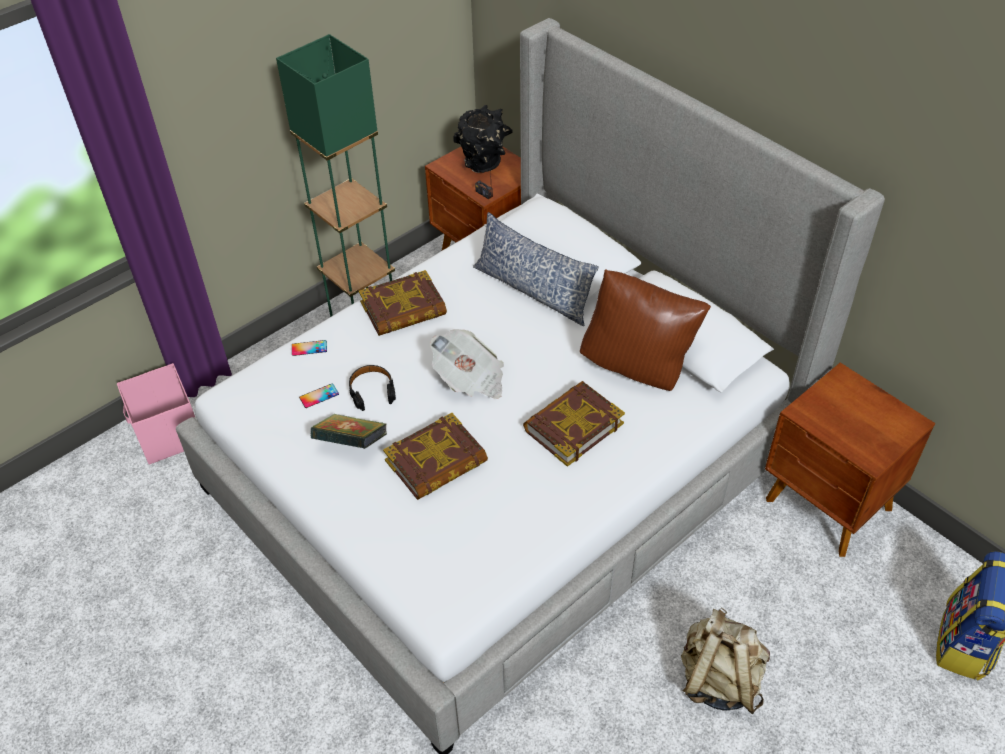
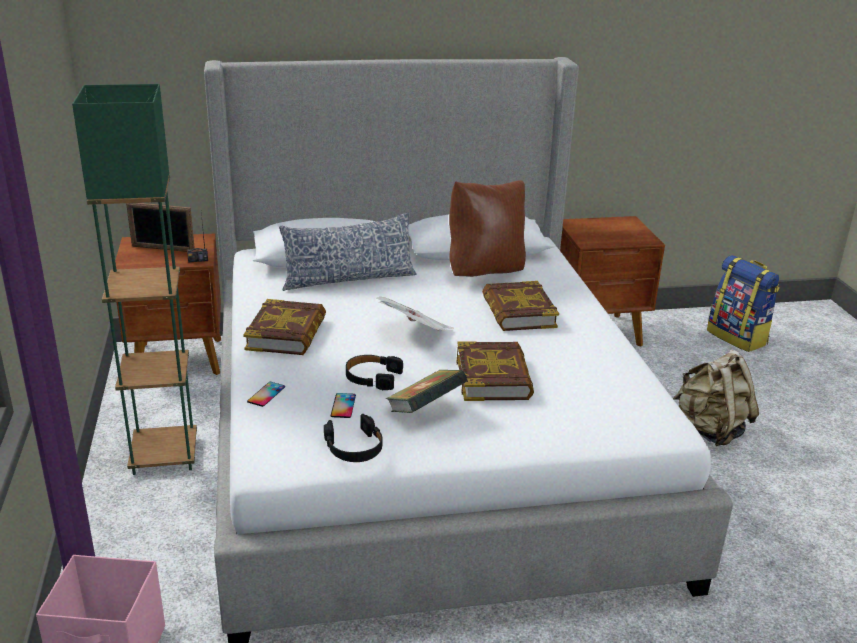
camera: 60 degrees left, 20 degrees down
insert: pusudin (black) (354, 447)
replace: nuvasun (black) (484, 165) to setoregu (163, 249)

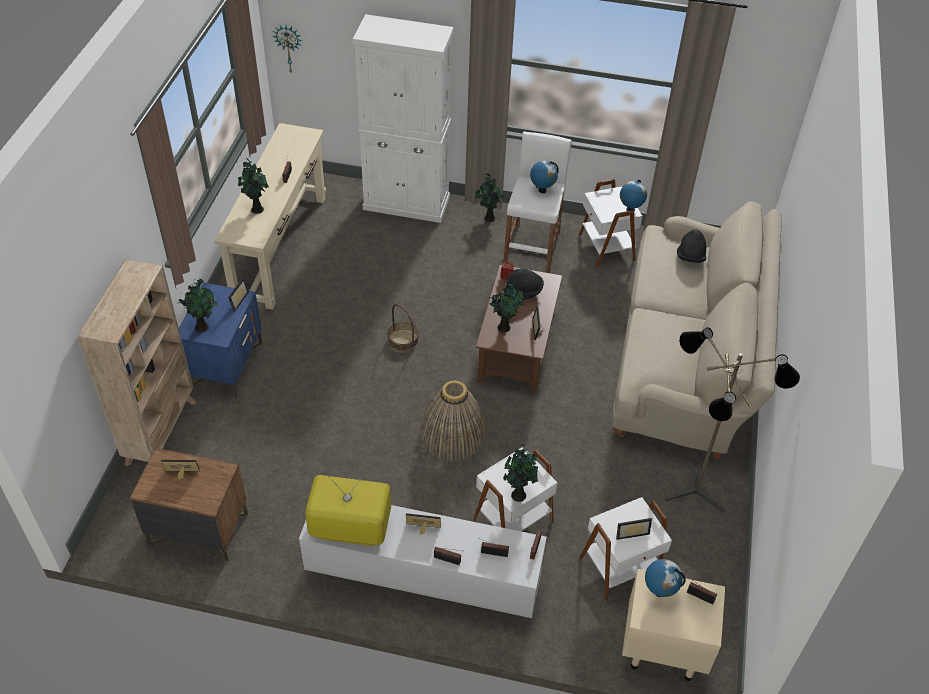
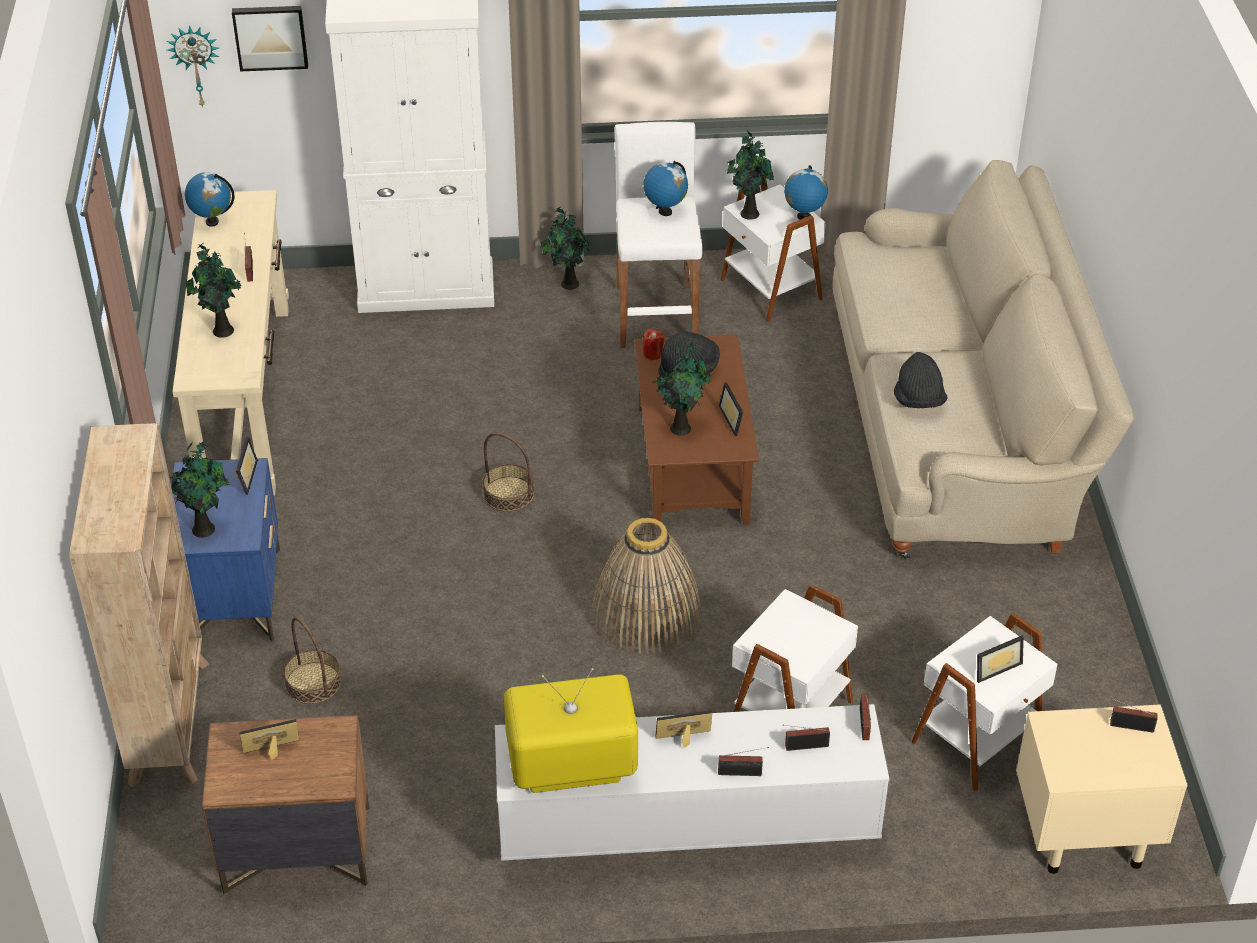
camera: 15 degrees left, 5 degrees down
delete: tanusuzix (692, 497)
insert: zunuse (270, 36); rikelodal (313, 683)
move: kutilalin (518, 494) to (748, 213); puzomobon (659, 591) to (212, 221); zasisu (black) (690, 257) to (918, 400)

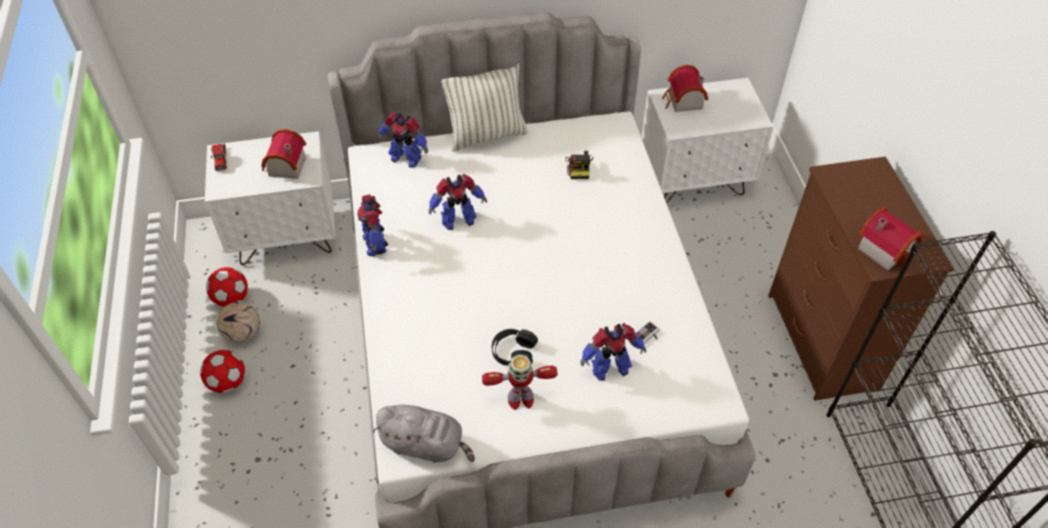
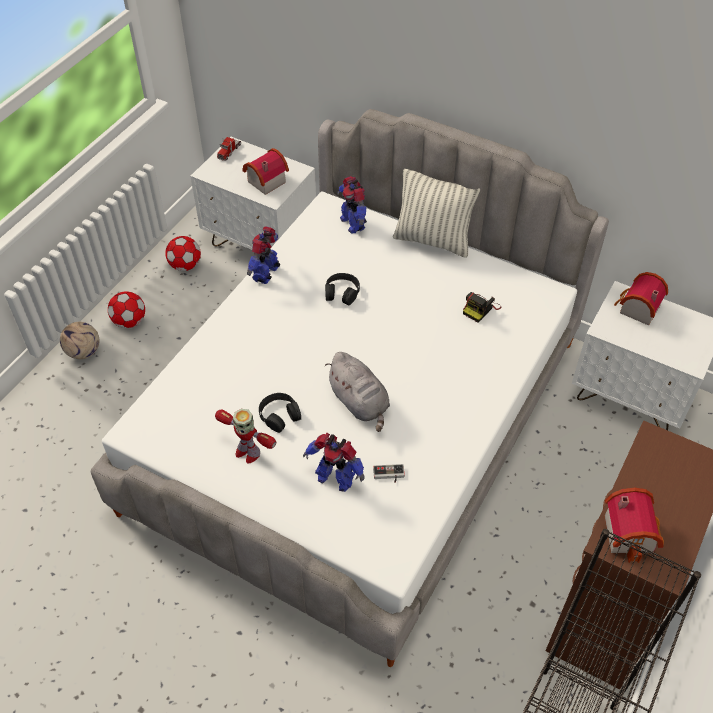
camera: 40 degrees right, 0 degrees up
move: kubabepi (242, 333) to (83, 351); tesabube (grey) (425, 444) to (360, 403)
replace: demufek (458, 220) to pusudin (black) (342, 292)

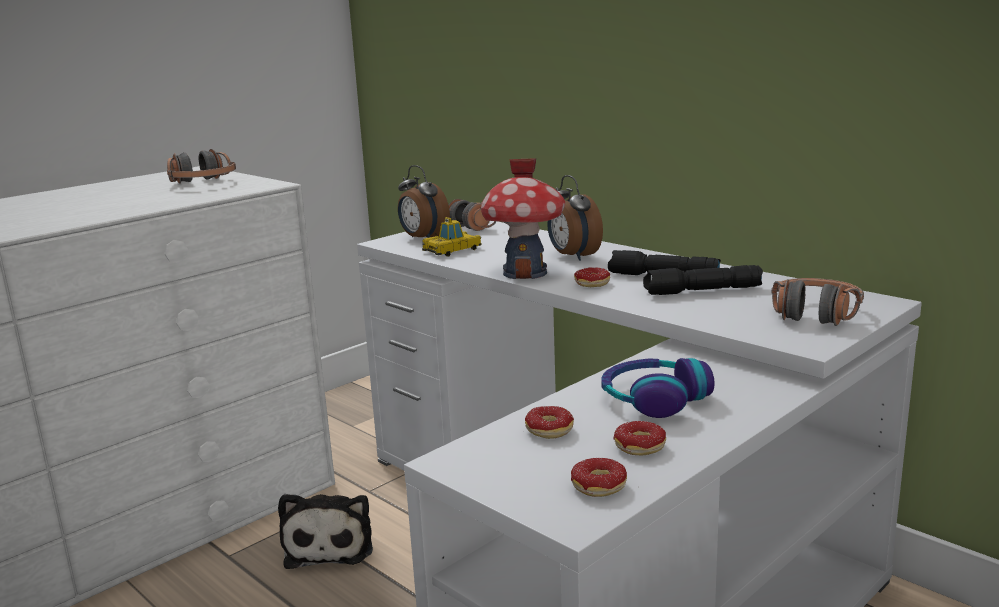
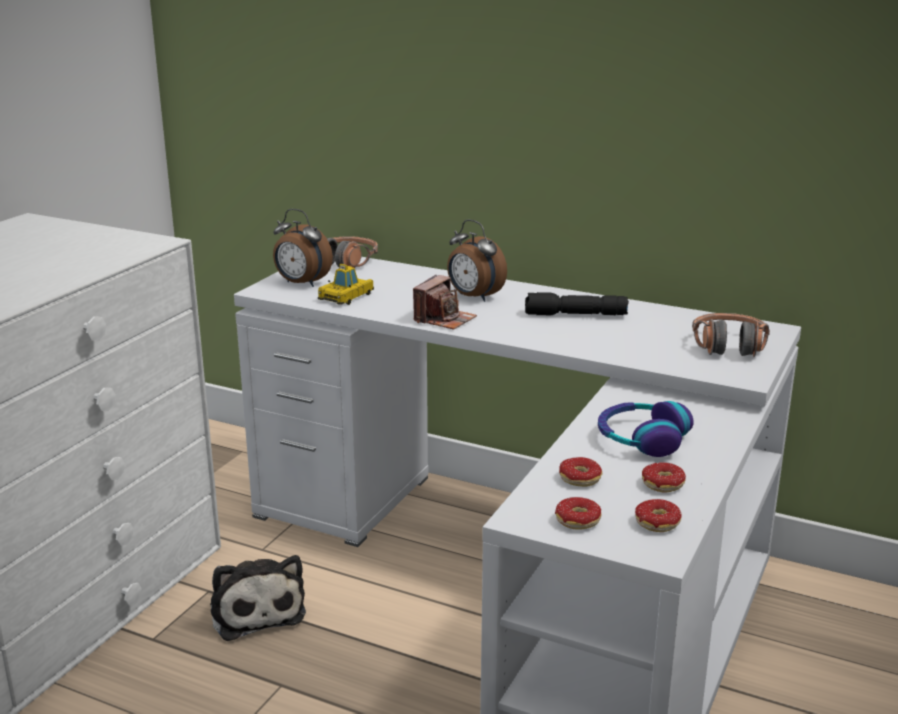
camera: 20 degrees left, 5 degrees up
delete: pusudin (202, 183); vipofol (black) (701, 291)
move: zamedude (590, 285) to (578, 525)
replace: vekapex (525, 272) to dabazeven (444, 319)

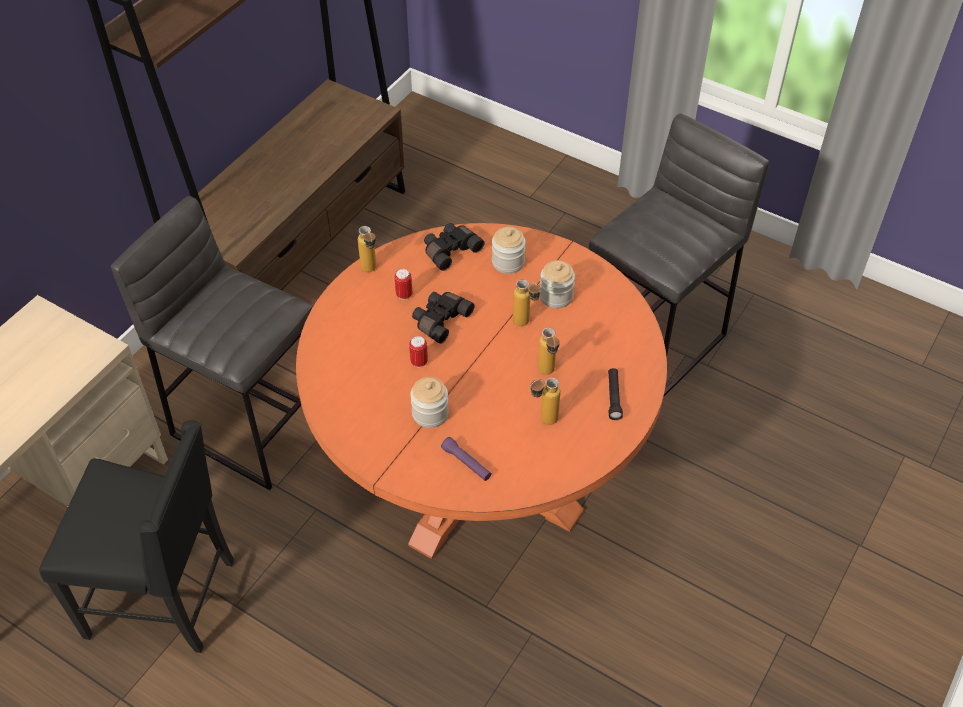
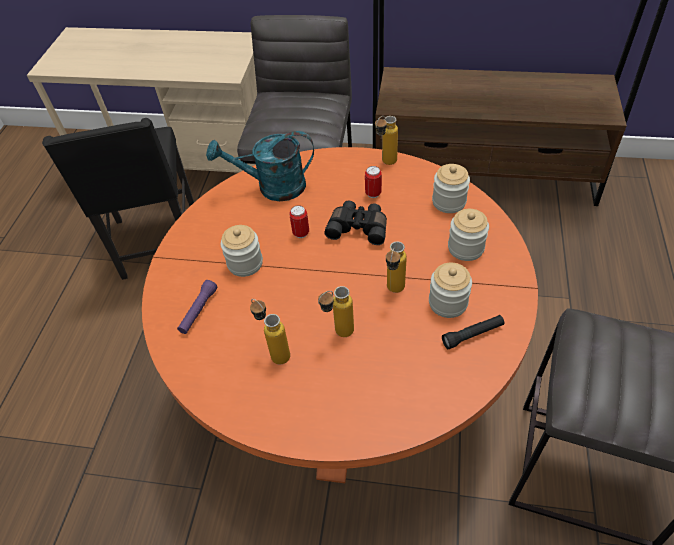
camera: 70 degrees right, 0 degrees up
insert: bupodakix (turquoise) (272, 187)
move: vipofol (black) (613, 397) to (472, 335)
replace: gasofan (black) (450, 250) to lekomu (449, 202)

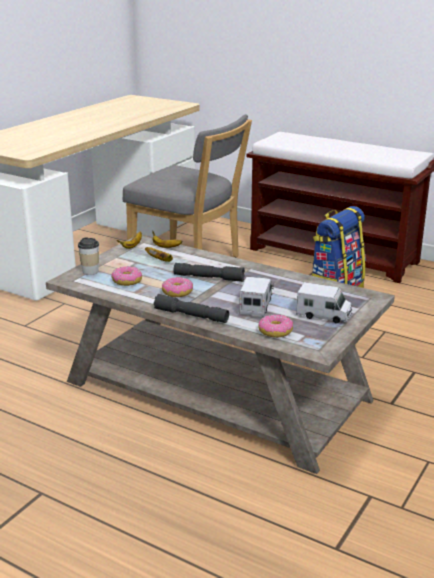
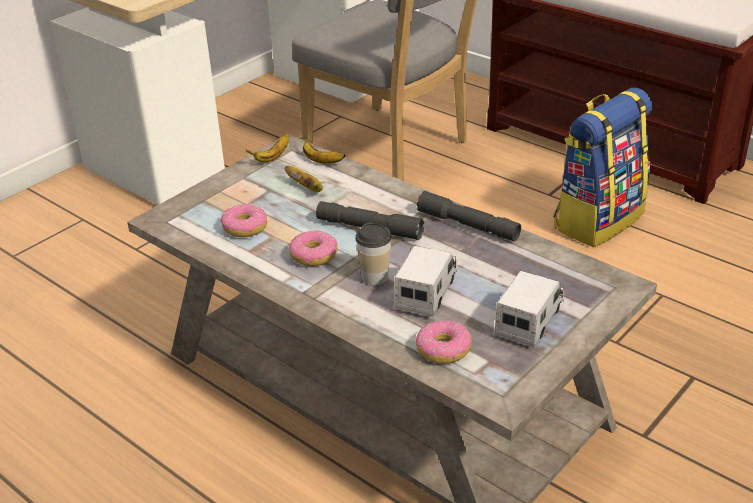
camera: 10 degrees right, 10 degrees up
move: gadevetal (90, 271) to (375, 277); vipofol (grey) (191, 315) to (468, 225)
rotate: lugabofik (324, 315) = (530, 320) 90 degrees counterclockwise

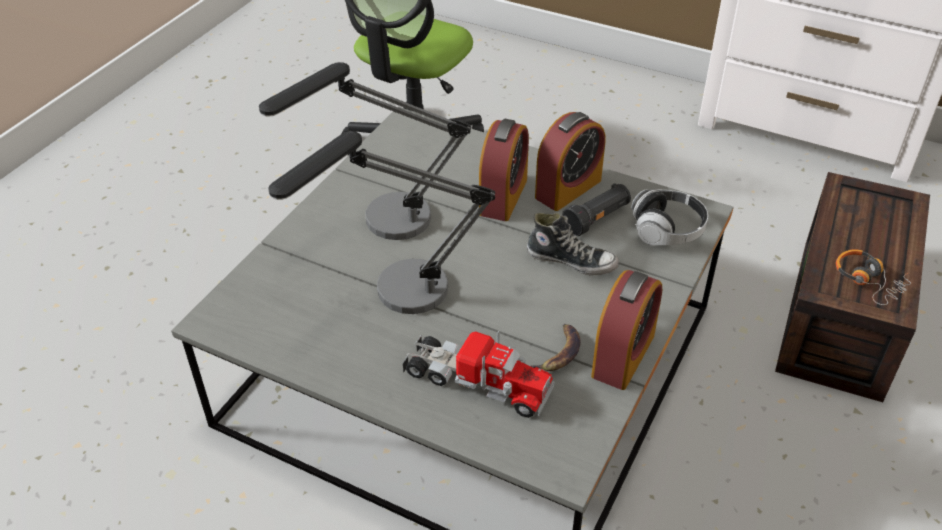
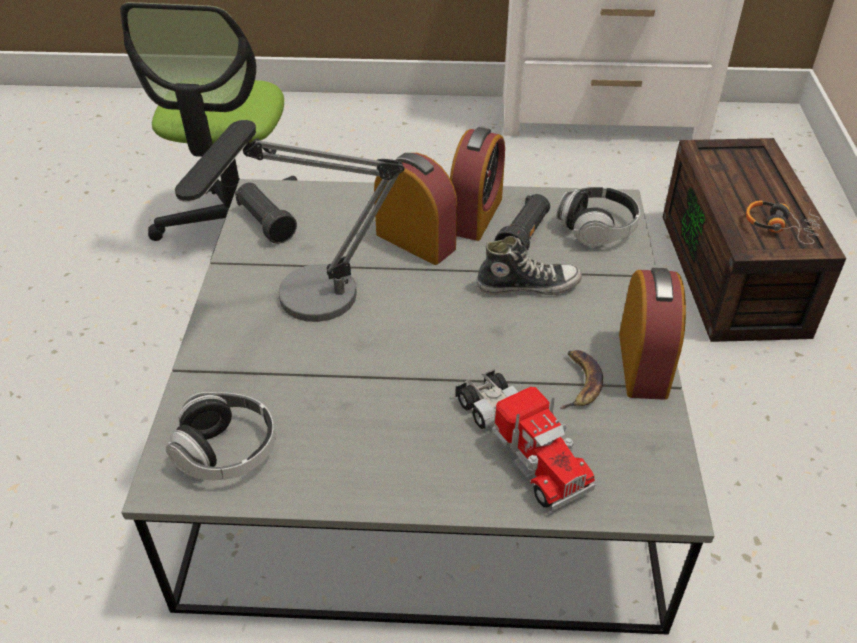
camera: 25 degrees left, 0 degrees up
delete: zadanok (395, 299)
insert: pusudin (227, 451); vipofol (black) (265, 223)
rotate: lugabofik (476, 382) = (519, 444) 60 degrees clockwise; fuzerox (503, 197) = (415, 241) 45 degrees counterclockwise

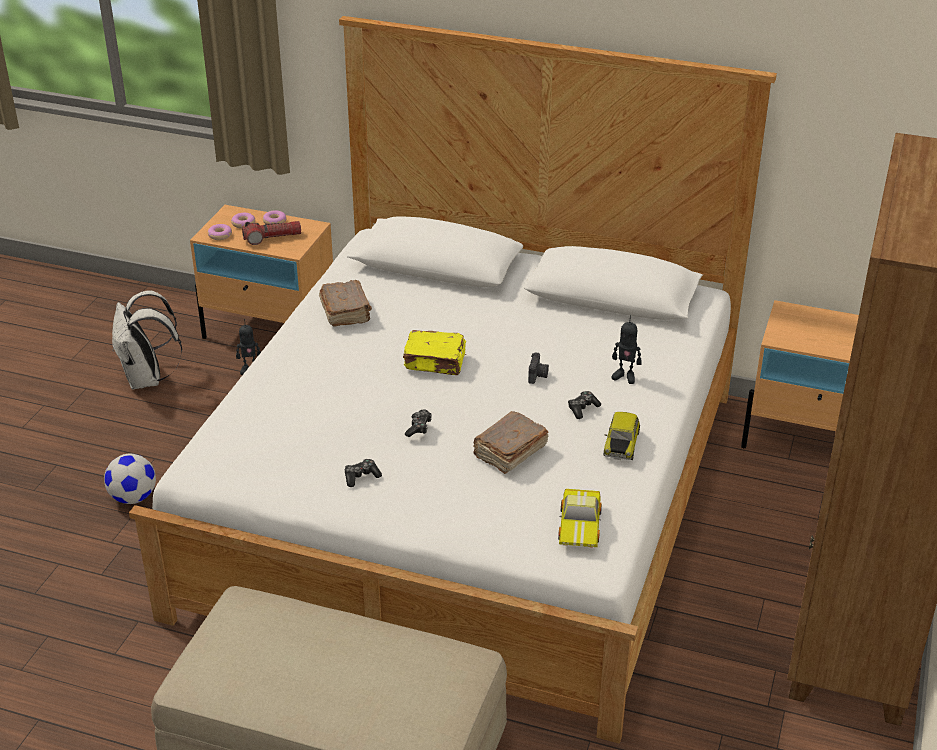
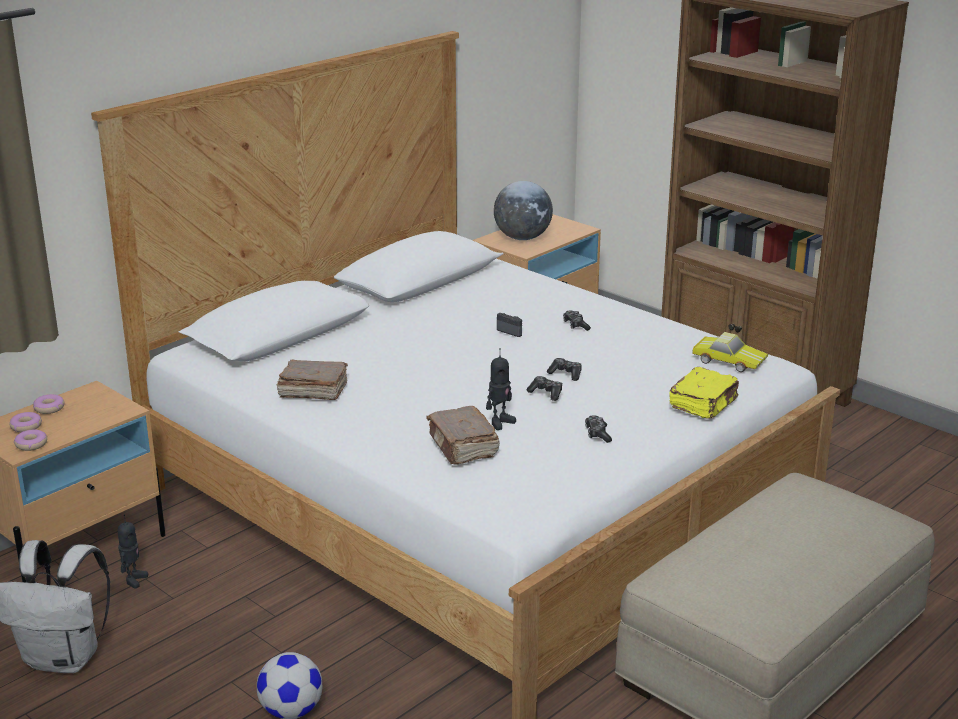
camera: 65 degrees left, 10 degrees down
delete: vipofol (272, 238); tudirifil (620, 444)
insert: puzomobon (522, 238); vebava (566, 374)
move: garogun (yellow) (435, 362) to (704, 404); garogun (brown) (509, 452) to (462, 447); demufek (625, 376) to (500, 422)

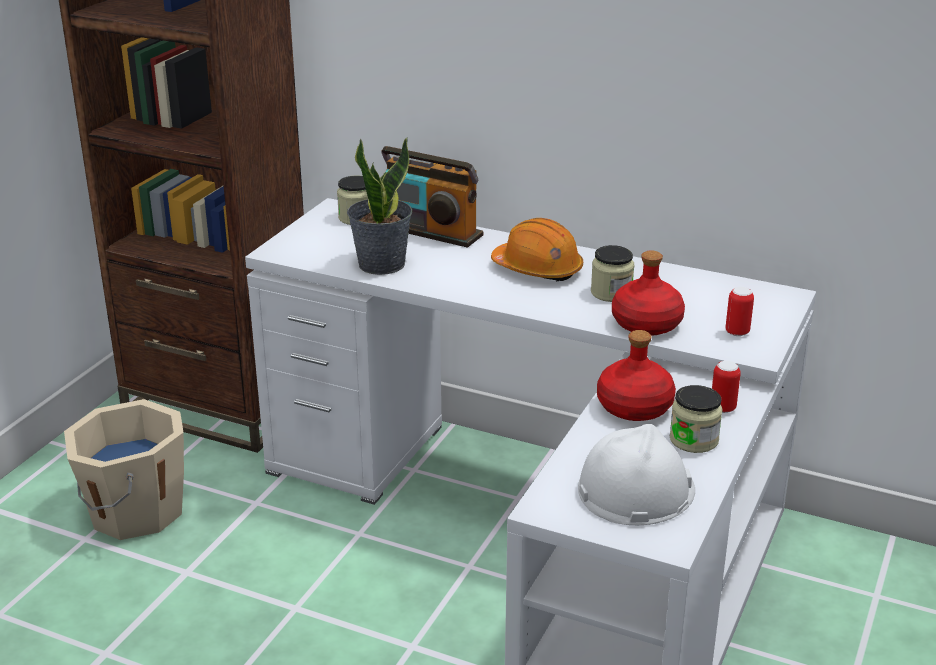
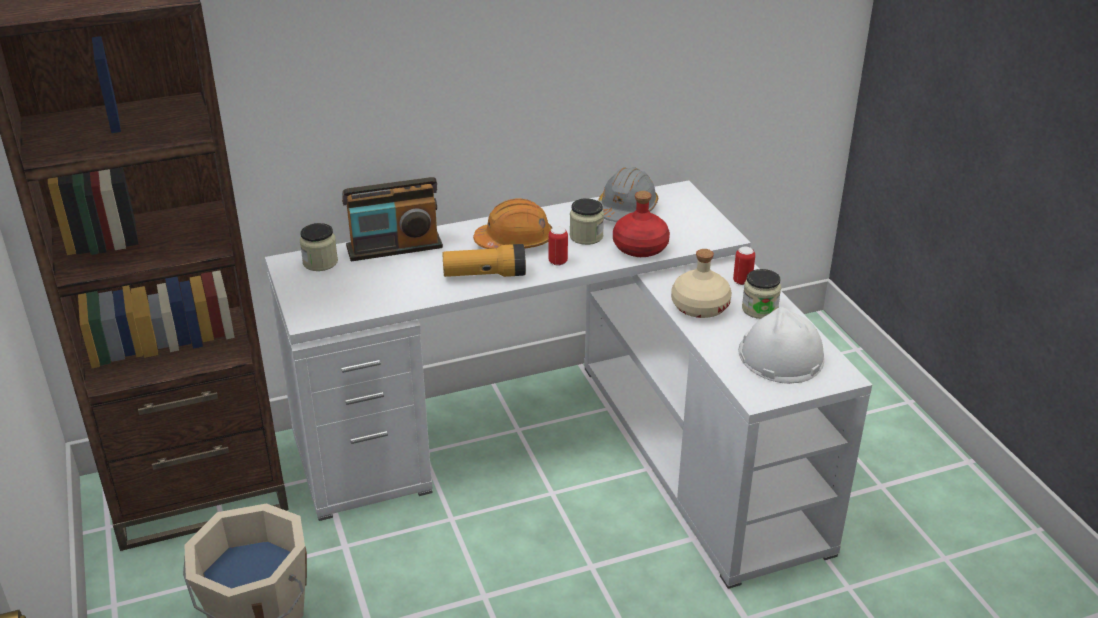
camera: 45 degrees left, 5 degrees up
delete: kutilalin (381, 264)
insert: vipofol (484, 275); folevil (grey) (626, 210)
move: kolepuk (737, 332) to (558, 262)
recolor: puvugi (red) (634, 406) to puvugi (beige) (699, 306)

